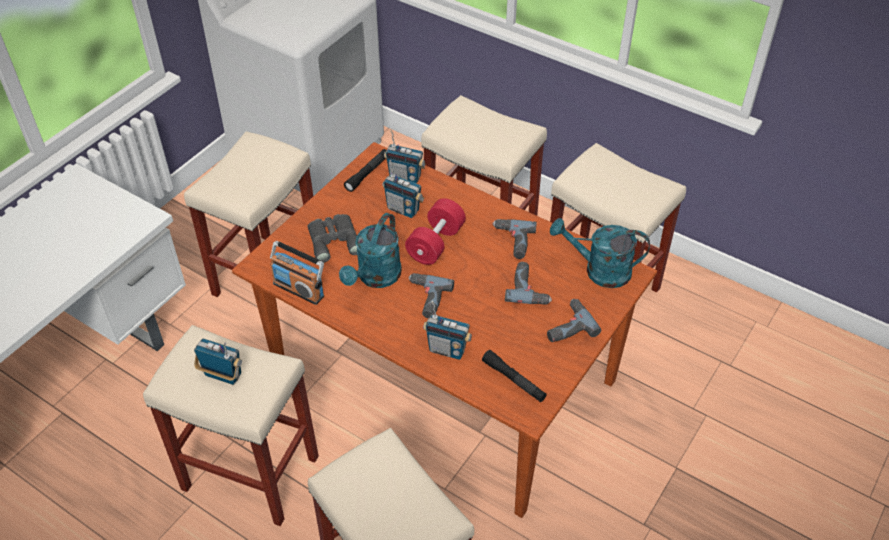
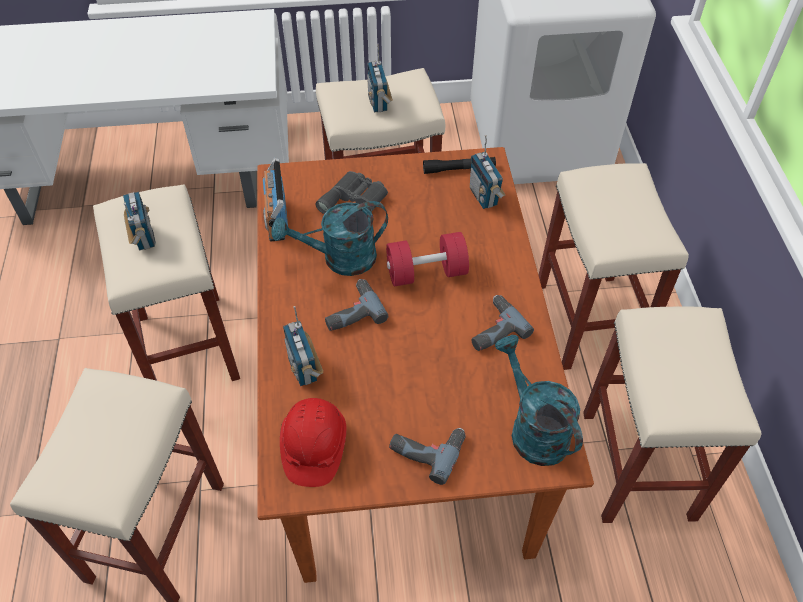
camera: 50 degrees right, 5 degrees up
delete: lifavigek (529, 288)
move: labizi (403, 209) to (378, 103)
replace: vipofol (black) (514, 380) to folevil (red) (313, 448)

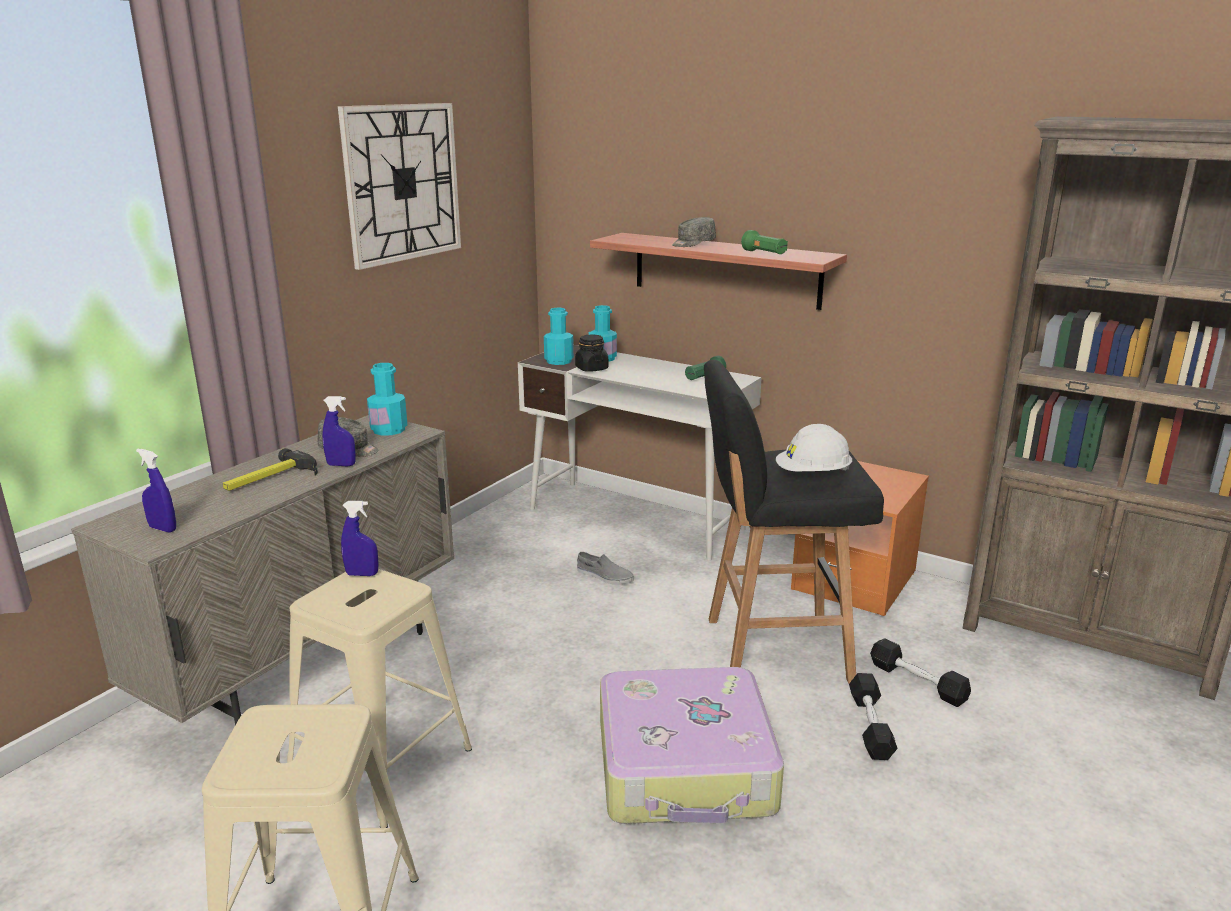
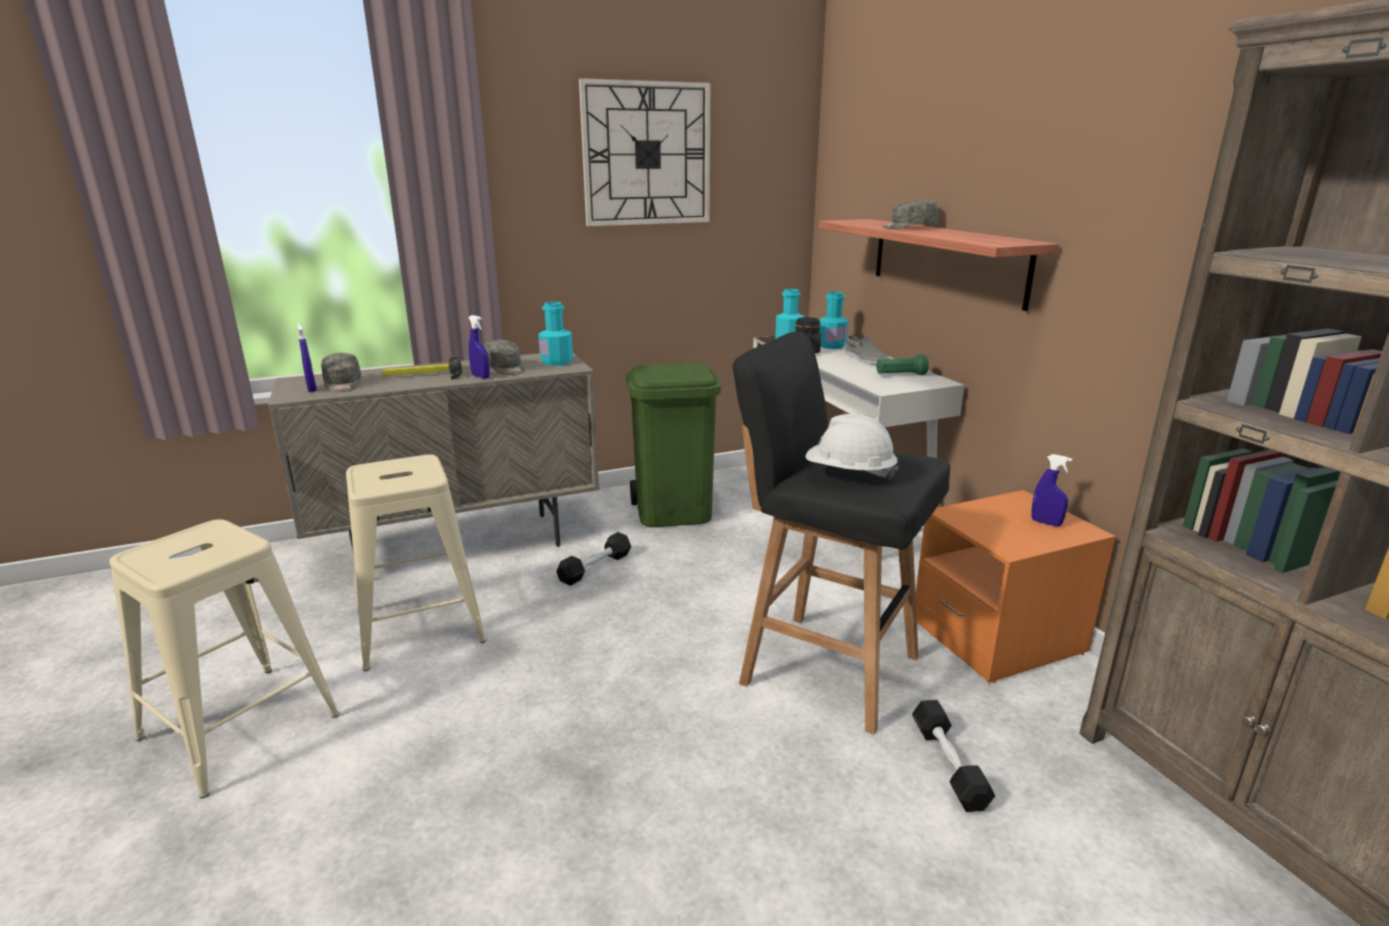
camera: 35 degrees right, 0 degrees up
delete: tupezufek (686, 767); vipofol (green) (764, 253)
insert: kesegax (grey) (343, 384); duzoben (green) (674, 512)
move: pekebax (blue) (362, 574) to (1046, 523); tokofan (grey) (604, 576) to (865, 359); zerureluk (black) (870, 726) to (595, 568)

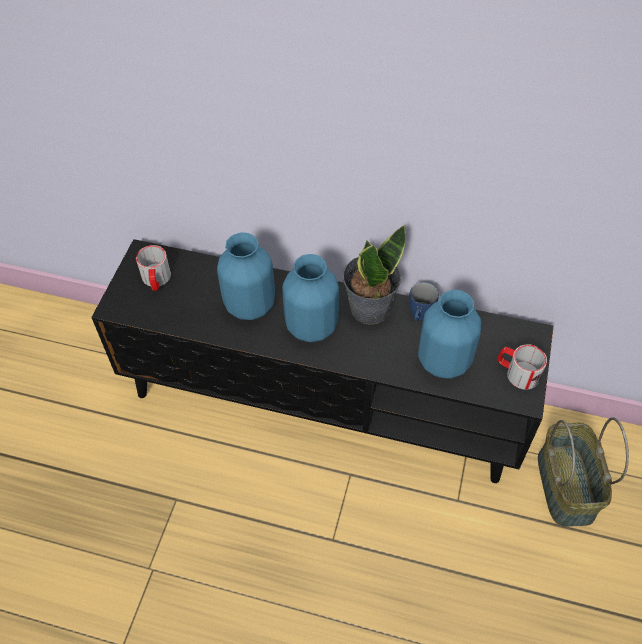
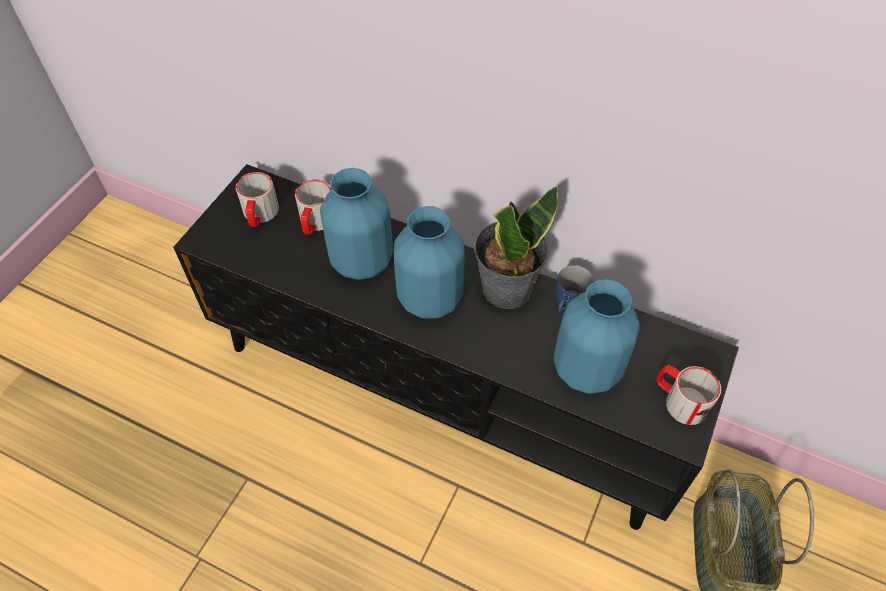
camera: 10 degrees right, 0 degrees up
insert: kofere (315, 222)

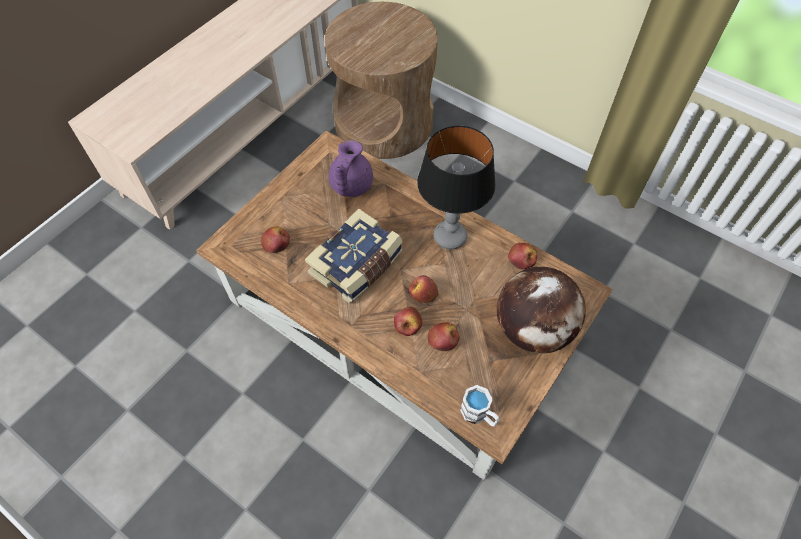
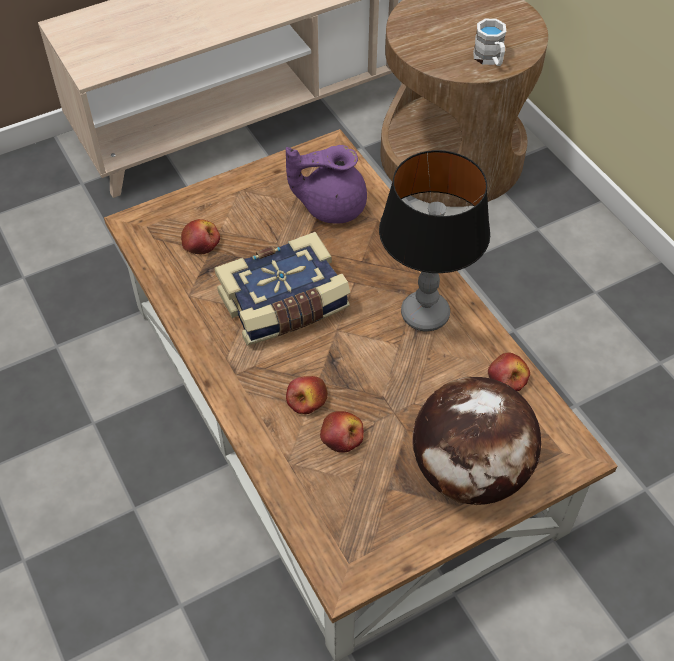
camera: 25 degrees right, 5 degrees down
delete: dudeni (423, 293)
move: kofere (white) (479, 414) to (490, 59)
rotate: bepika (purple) (350, 186) = (331, 206) 45 degrees clockwise

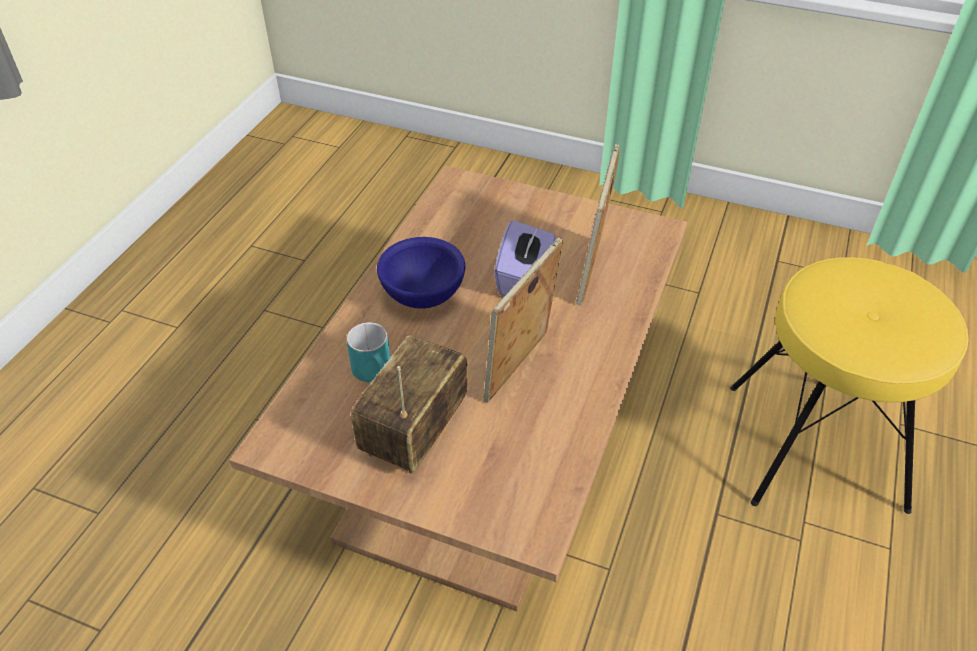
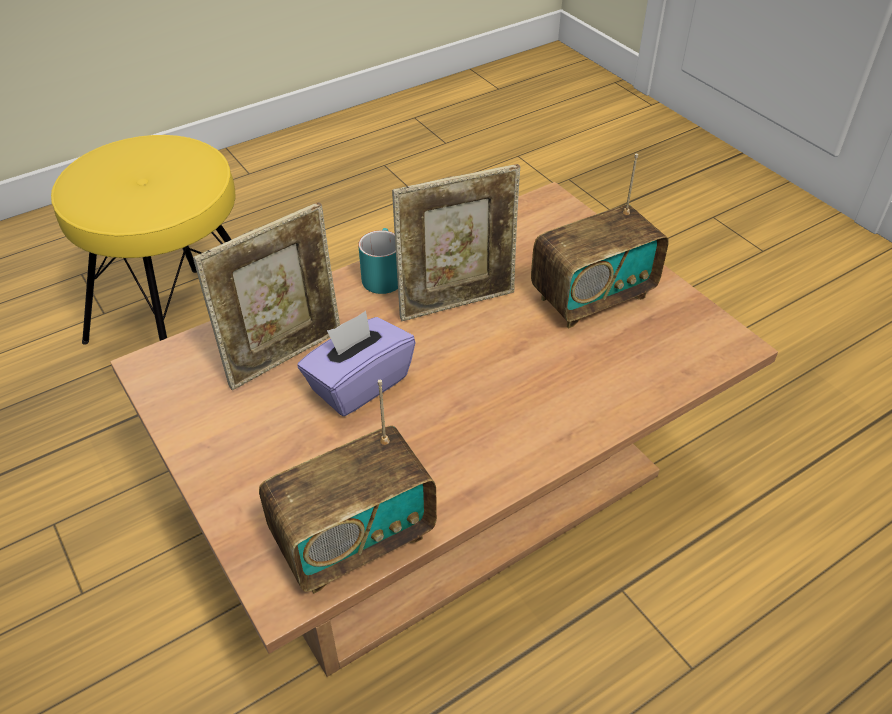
camera: 145 degrees left, 0 degrees up
delete: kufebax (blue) (424, 295)
insert: labizi (354, 540)
move: kofere (turquoise) (376, 372) to (382, 274)

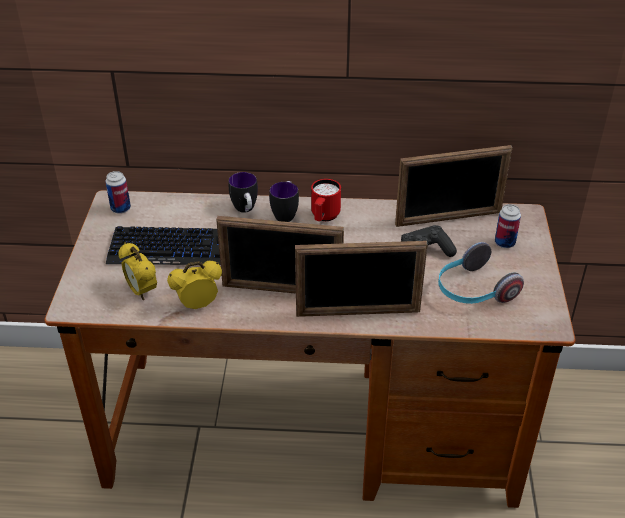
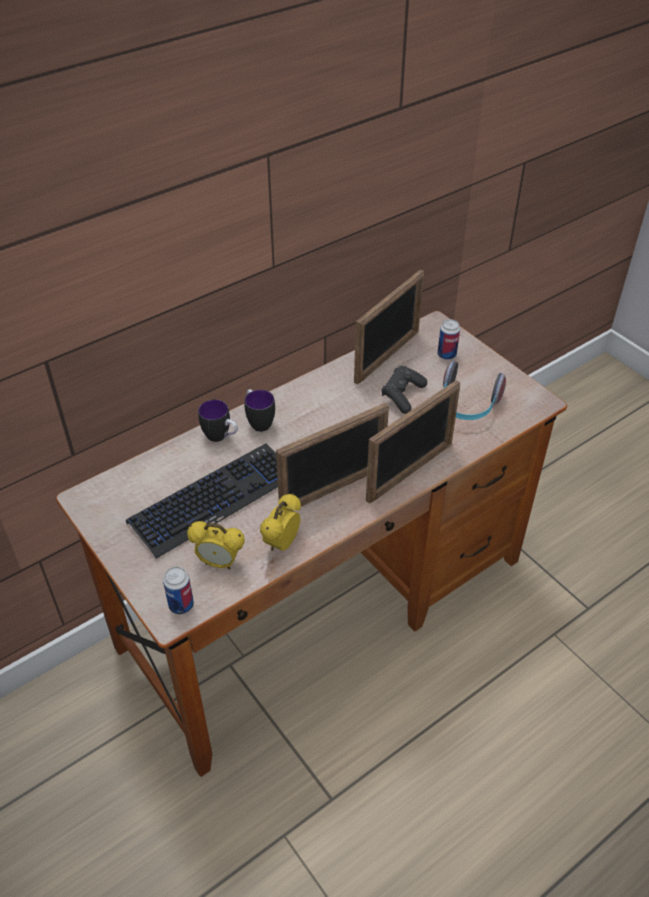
camera: 40 degrees left, 5 degrees up
delete: kofere (red) (324, 217)
move: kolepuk (120, 209) to (181, 605)

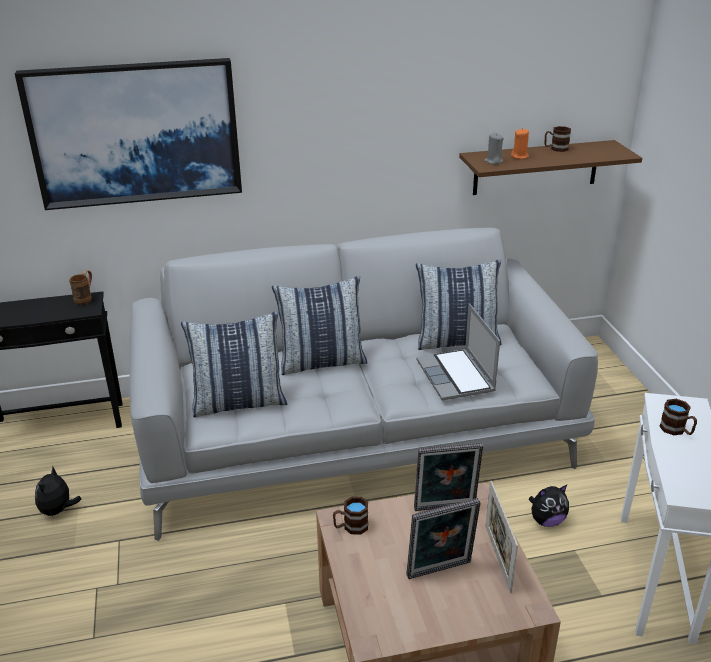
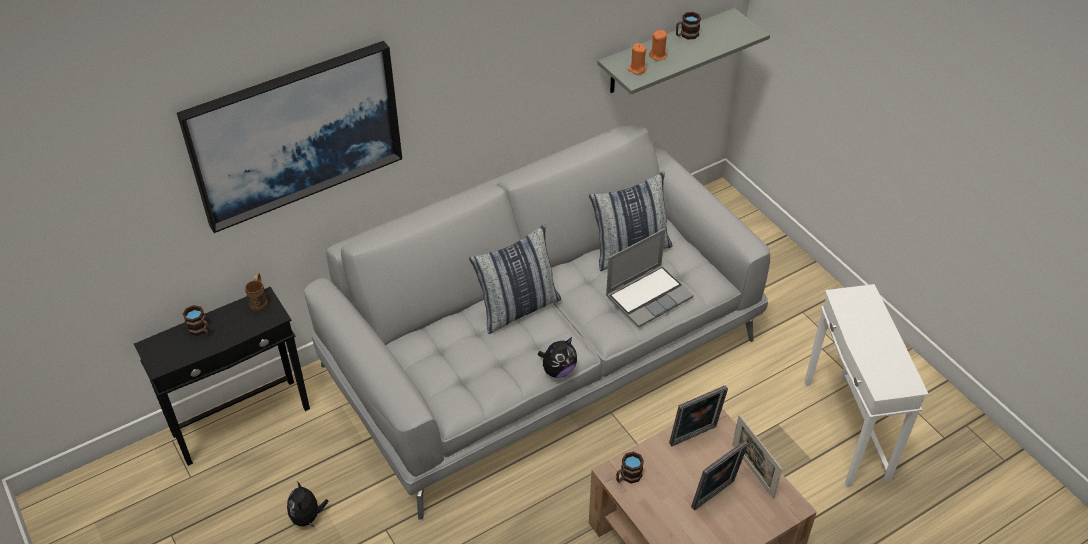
camera: 20 degrees left, 15 degrees up
delete: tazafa (239, 403)
move: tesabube (546, 520) to (558, 370); kofere (brown) (676, 430) to (201, 330)
recolor: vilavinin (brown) (536, 167) to vilavinin (grey) (666, 52); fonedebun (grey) (493, 161) to fonedebun (orange) (637, 69)
rotate: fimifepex (456, 377) = (649, 296) 90 degrees counterclockwise

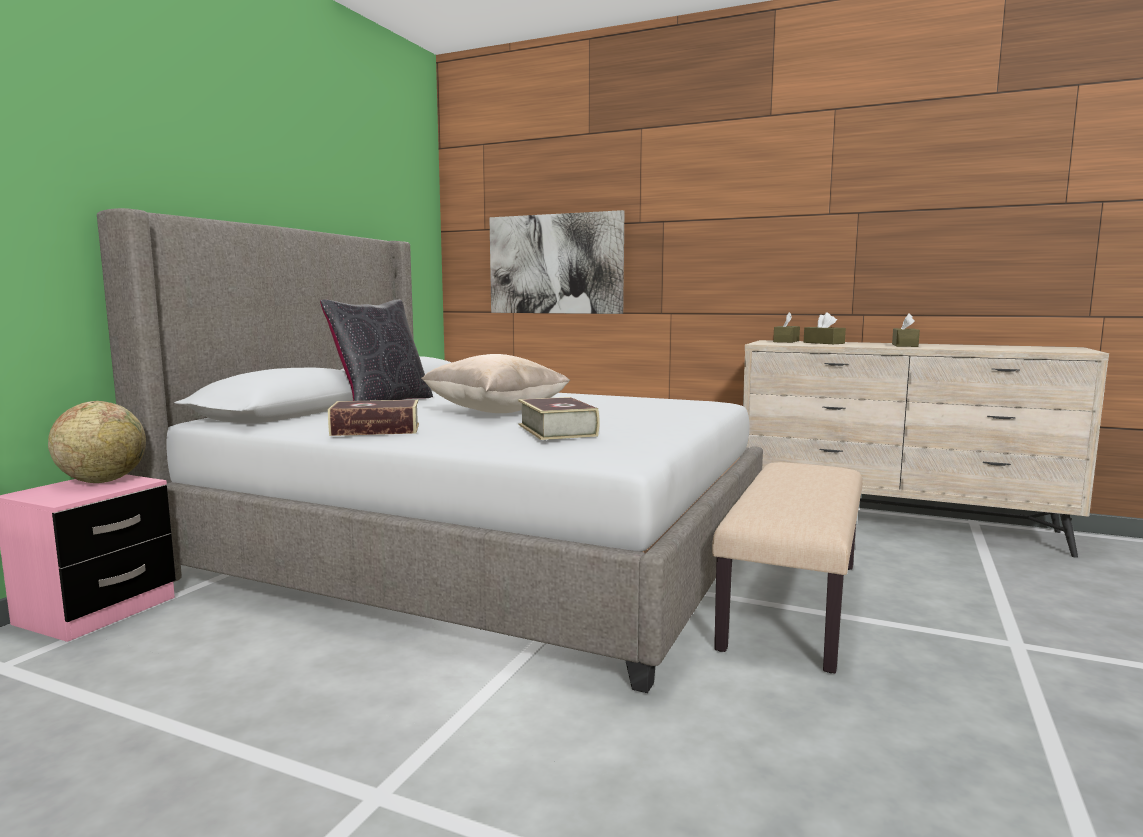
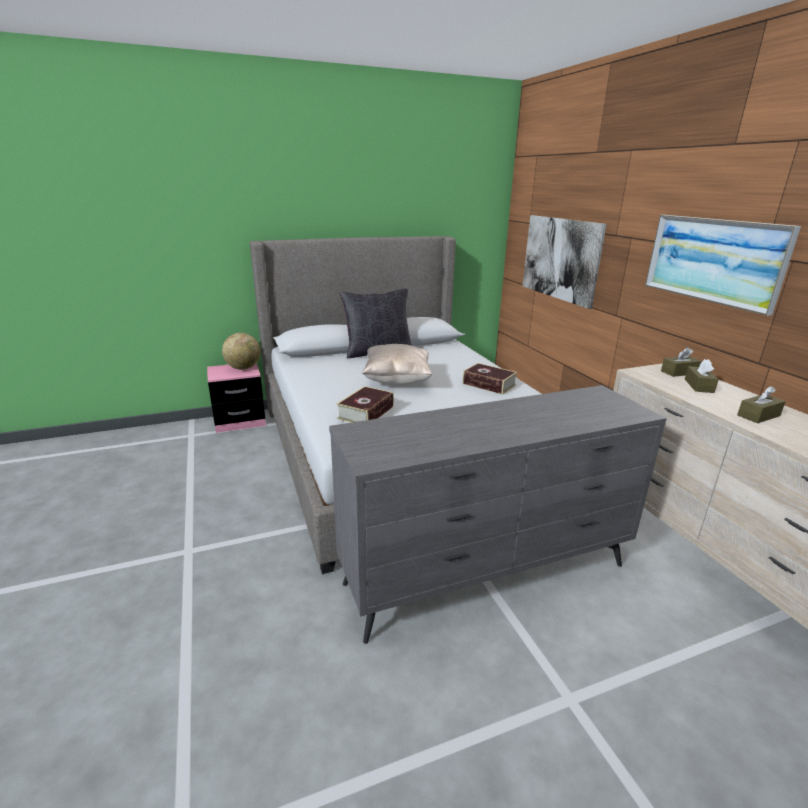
camera: 45 degrees right, 15 degrees up
insert: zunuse (713, 260)
move: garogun (376, 429) to (489, 384)
replace: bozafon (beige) (791, 603) to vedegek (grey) (487, 575)

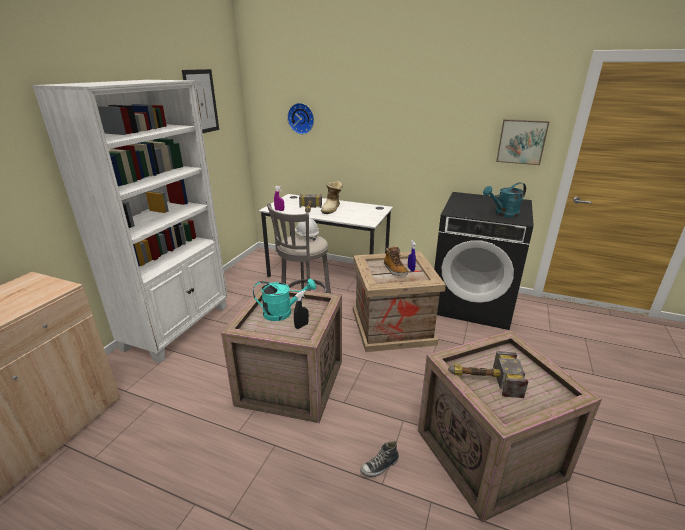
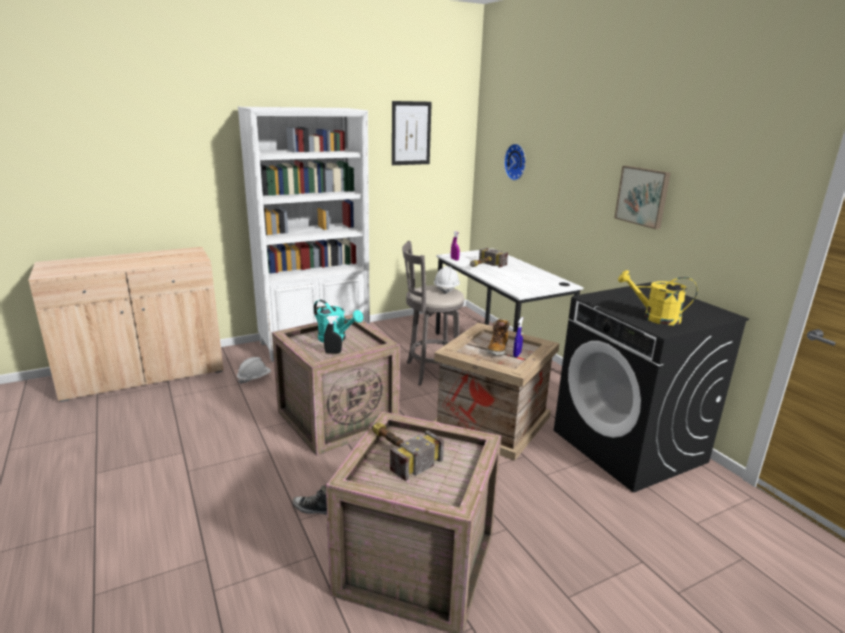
camera: 40 degrees right, 5 degrees down
delete: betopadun (332, 209)
insert: folevil (white) (254, 379)
move: zunuse (521, 141) to (643, 196)
recolor: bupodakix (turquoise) (503, 214) to bupodakix (yellow) (654, 318)

